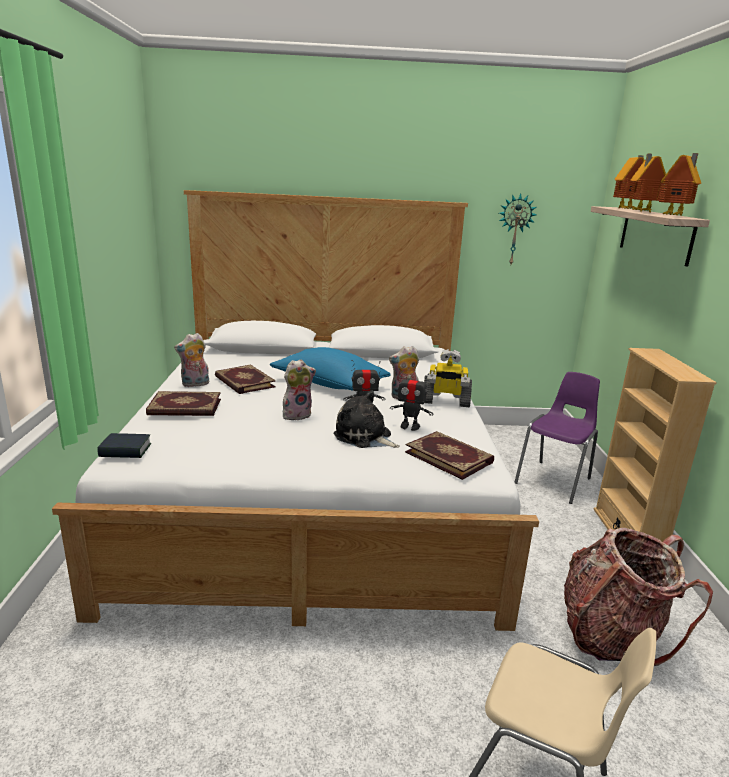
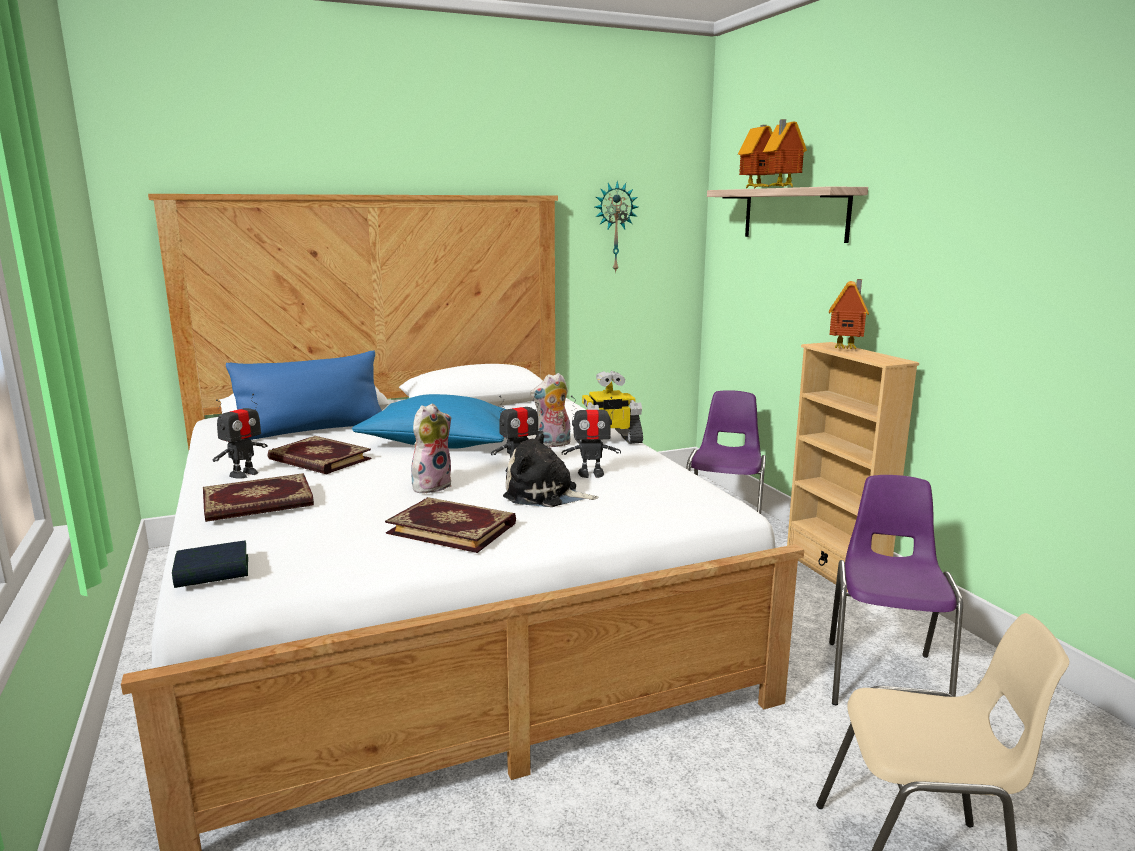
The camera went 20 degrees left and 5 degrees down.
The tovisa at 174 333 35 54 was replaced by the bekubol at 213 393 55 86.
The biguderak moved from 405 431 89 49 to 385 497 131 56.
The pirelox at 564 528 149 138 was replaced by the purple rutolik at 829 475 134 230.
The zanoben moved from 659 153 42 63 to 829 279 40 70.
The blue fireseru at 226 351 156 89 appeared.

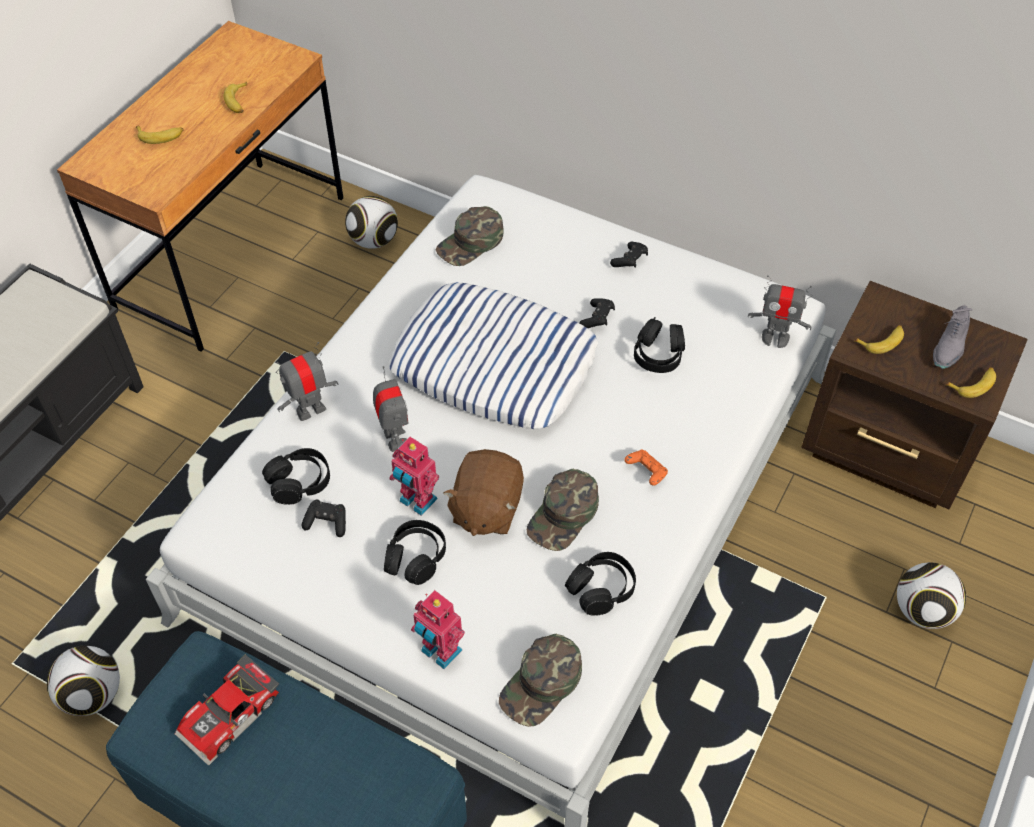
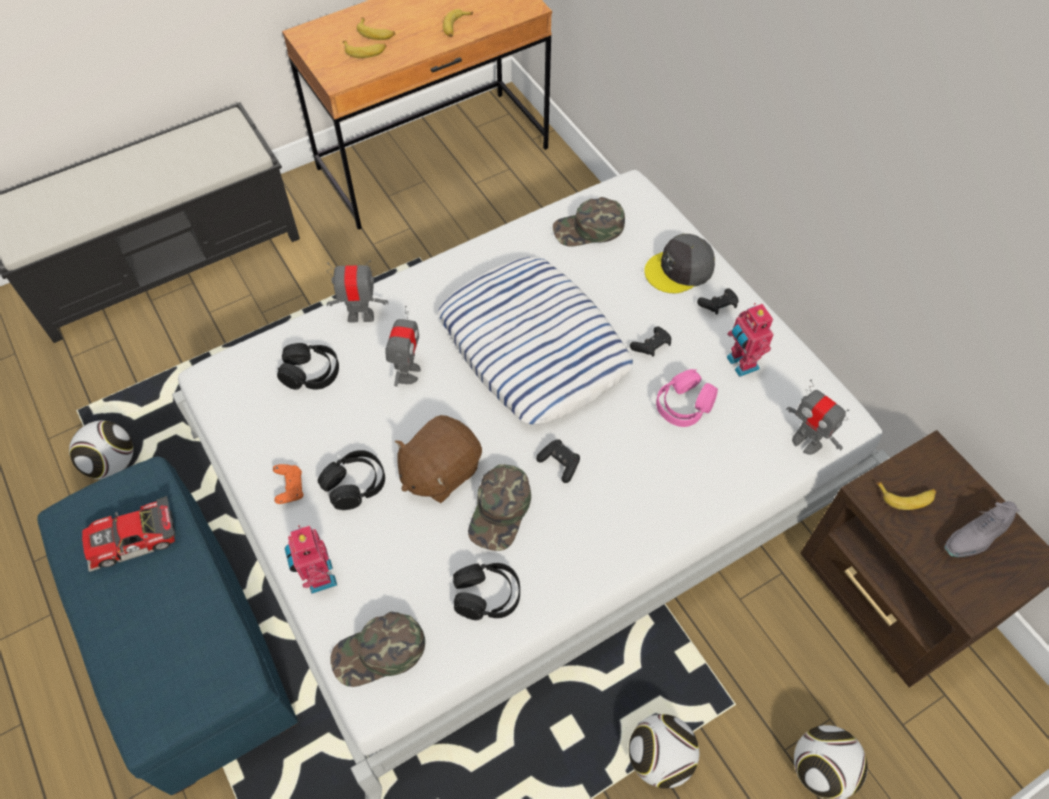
The camera went 30 degrees right and 5 degrees up.
The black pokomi moved from 302 500 44 37 to 536 440 44 43.
The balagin moved from 345 196 53 53 to 629 714 70 75.
The bekubol moved from 390 437 49 79 to 727 303 47 74.
The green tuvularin at 527 469 72 82 turned 45 degrees counterclockwise.
The orange pokomi moved from 624 450 44 36 to 273 464 30 40.
The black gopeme at 634 317 51 56 became the pink gopeme at 656 369 62 58.
The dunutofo moved from 946 368 50 30 to 343 40 44 18.
The grey tuvularin at 644 234 71 59 appeared.

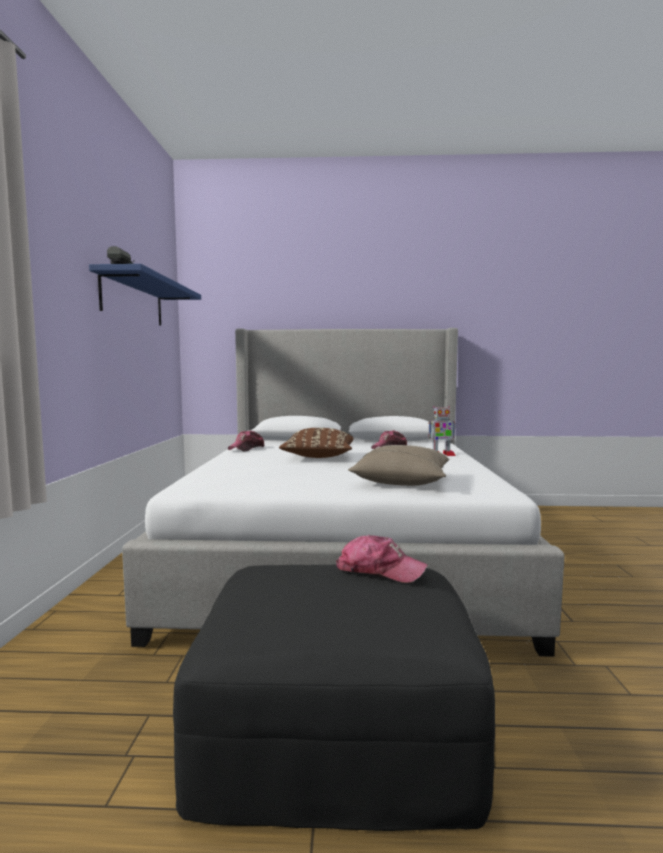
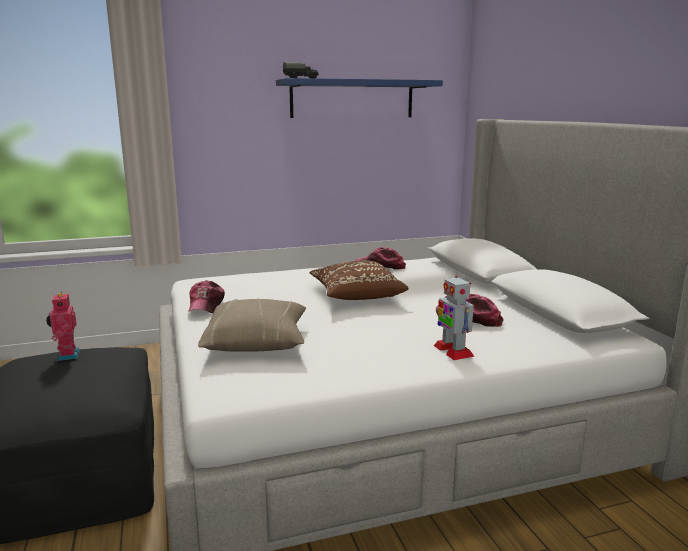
The camera went 70 degrees right and 10 degrees up.
The tuvularin moved from 336 535 92 48 to 188 280 37 33.
The bekubol at 46 292 34 69 appeared.

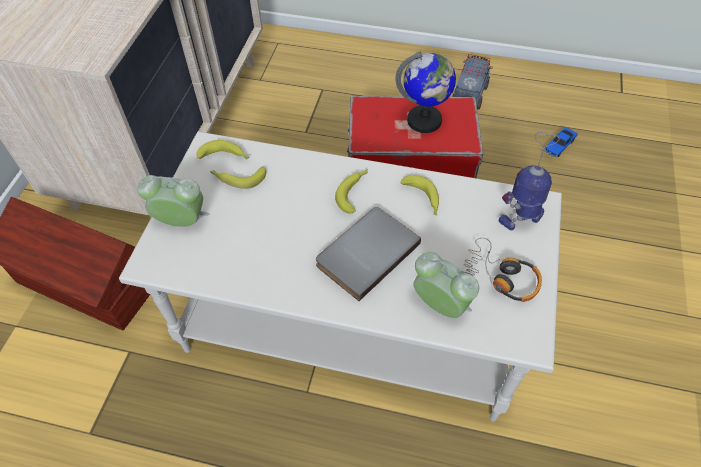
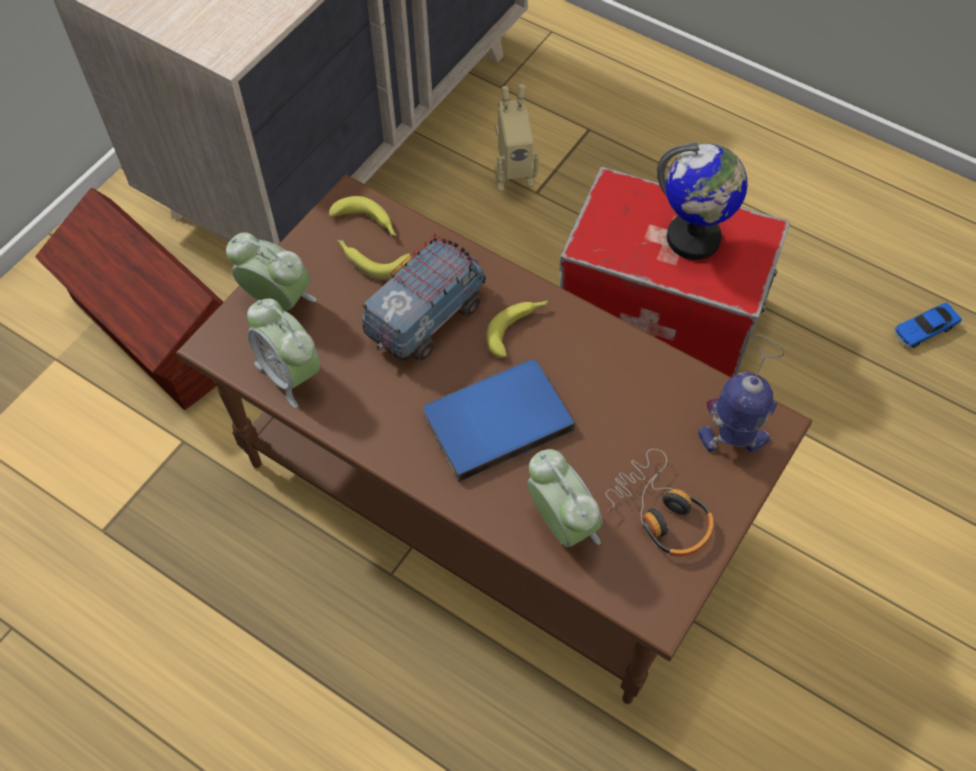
The camera went 20 degrees right and 5 degrees up.
The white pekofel at 119 132 443 289 became the brown pekofel at 176 174 636 530.
The grey biguderak at 316 207 105 94 became the blue biguderak at 423 360 152 122.
The dunutofo at 401 175 38 40 disappeared.
The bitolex moved from 452 54 41 56 to 362 233 124 128.
The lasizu at 247 298 73 110 appeared.
The bekubol at 495 84 44 107 appeared.

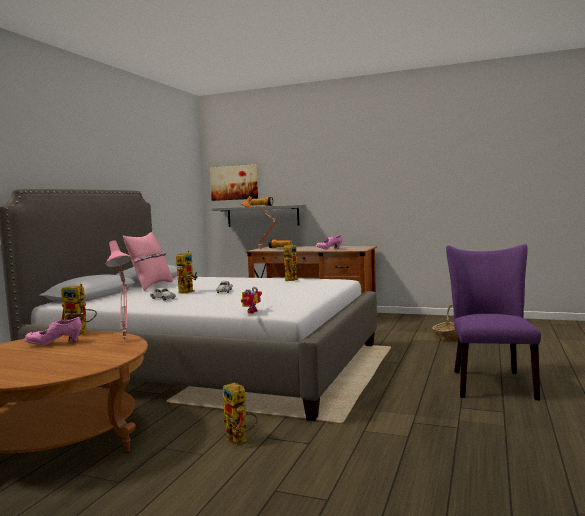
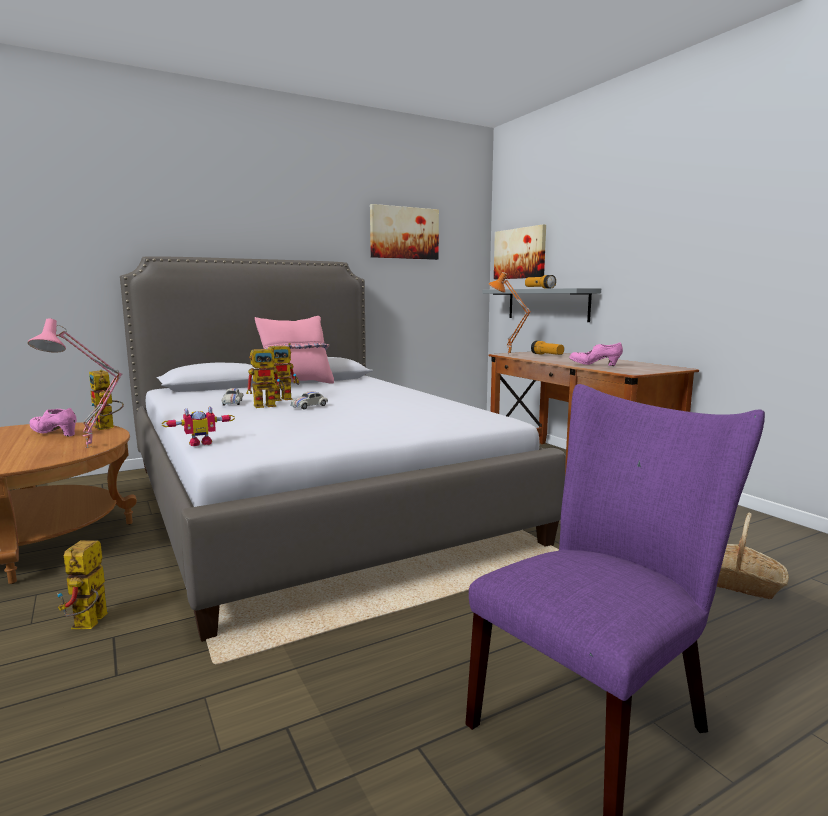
The camera went 40 degrees right and 5 degrees up.
The bekubol moved from 284 243 17 38 to 246 346 39 62.
The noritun at 370 204 69 56 appeared.

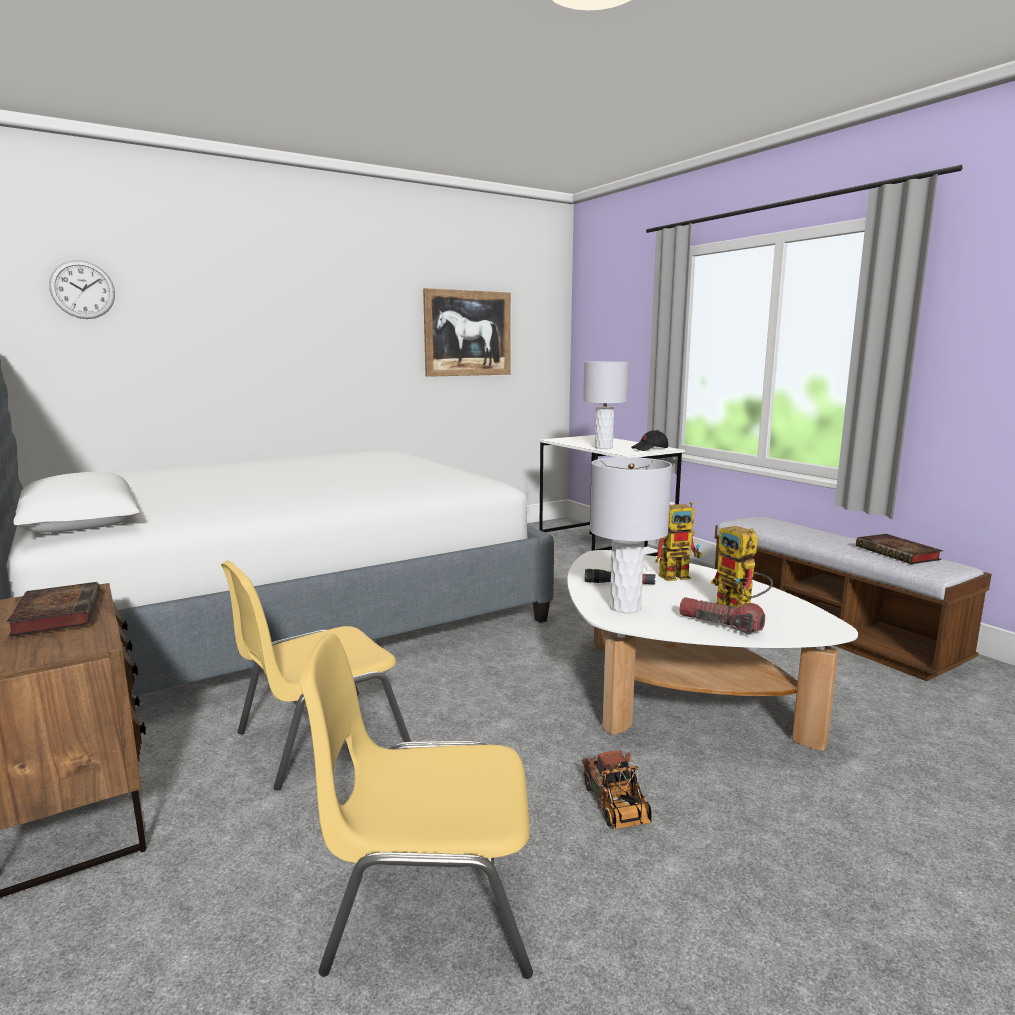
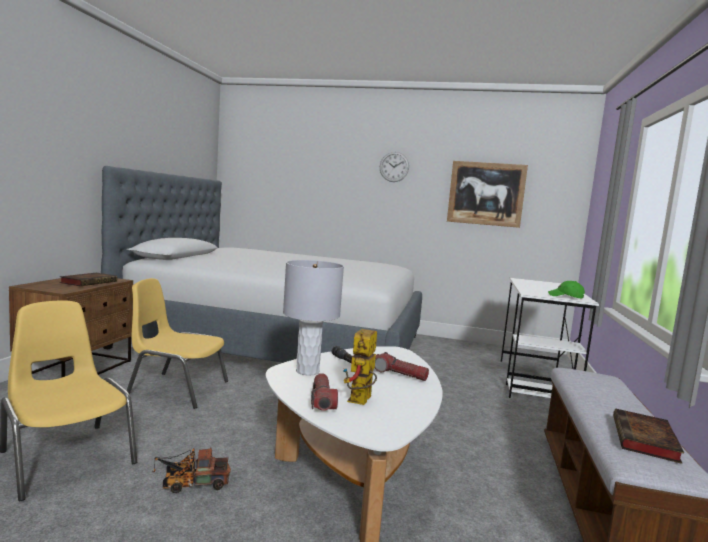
The camera went 45 degrees right and 5 degrees down.
The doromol moved from 49 260 66 59 to 380 152 29 30.
The bitolex at 582 751 70 78 turned 45 degrees clockwise.
The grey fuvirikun at 583 361 46 88 disappeared.
The black tuvularin at 631 430 37 21 became the green tuvularin at 548 281 37 18.
The bekubol at 655 501 47 80 was replaced by the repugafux at 375 352 54 29.

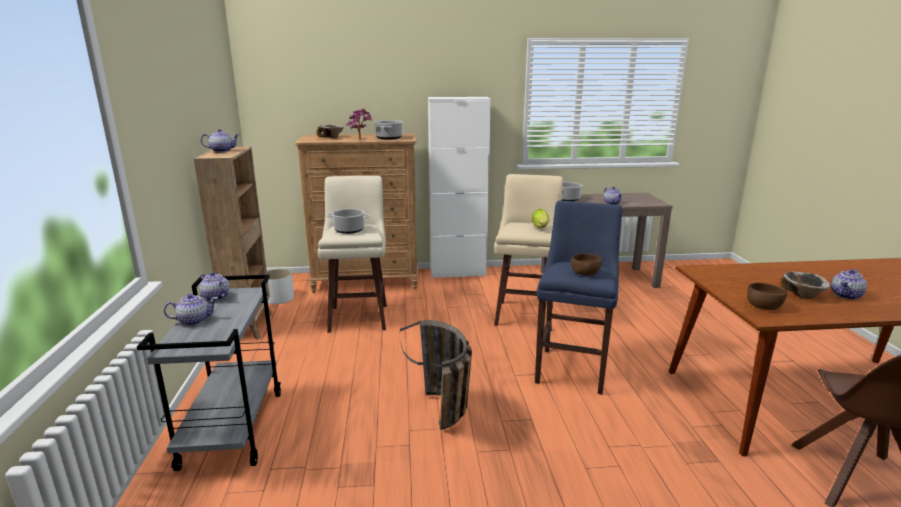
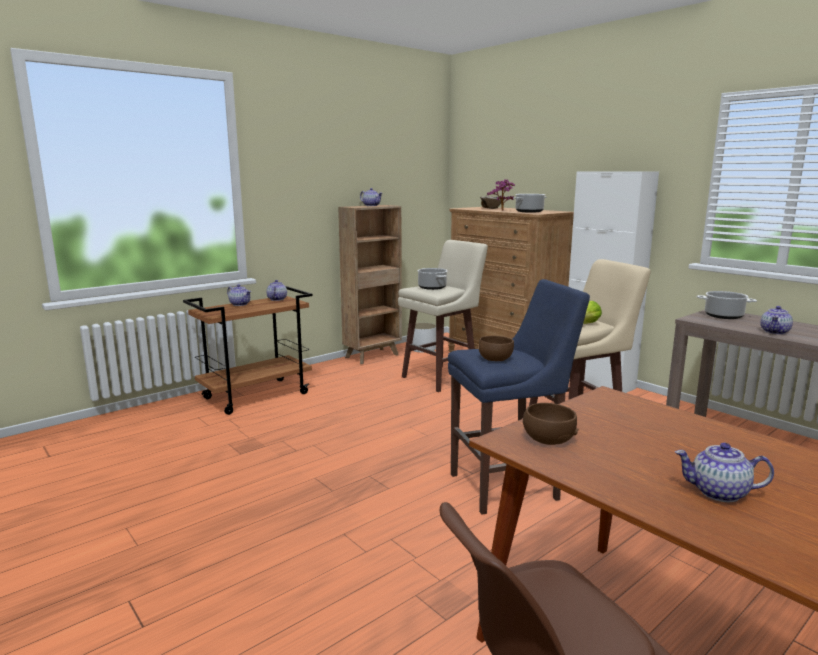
The camera went 55 degrees right and 5 degrees down.
The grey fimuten at 137 275 144 196 became the brown fimuten at 183 286 130 129.
The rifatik at 400 320 72 110 disappeared.
The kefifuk at 781 271 49 28 disappeared.

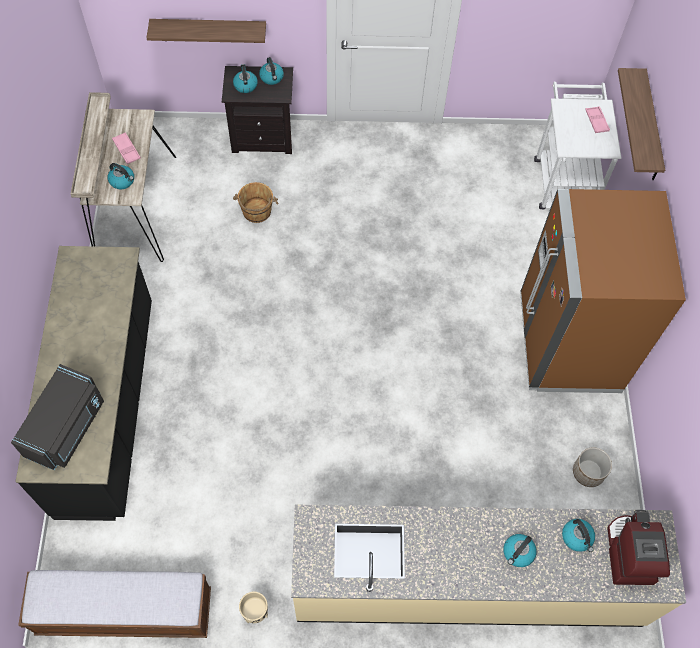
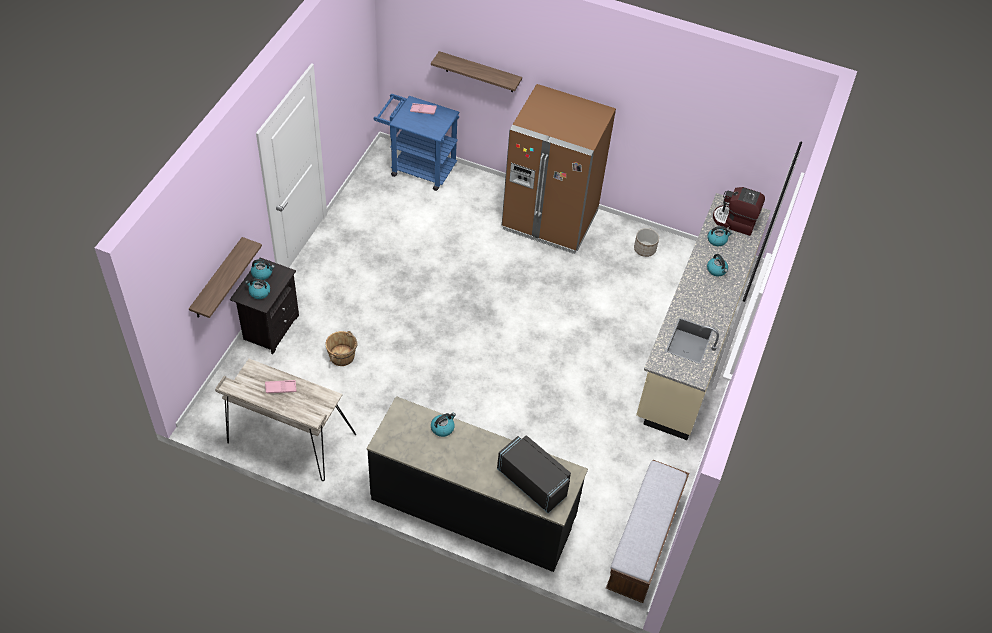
The camera went 70 degrees left and 10 degrees down.
The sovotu moved from 108 163 26 27 to 431 413 25 24.
The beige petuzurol at 239 591 29 32 disappeared.
The white fimuten at 534 82 87 128 became the blue fimuten at 373 94 86 97.

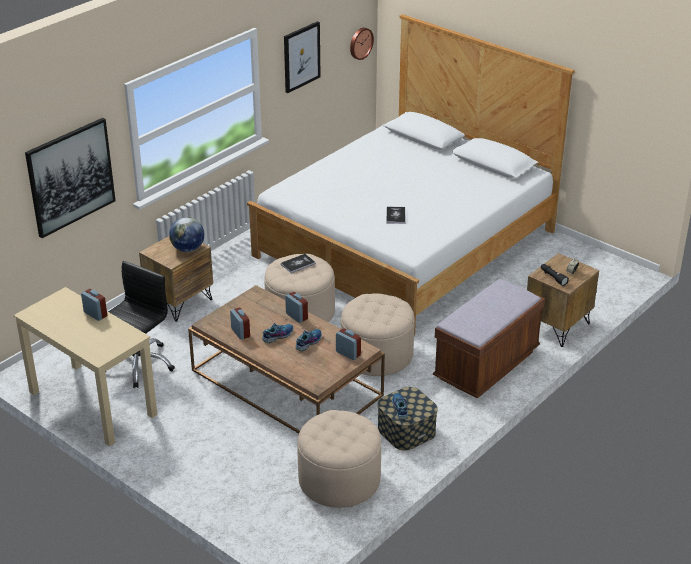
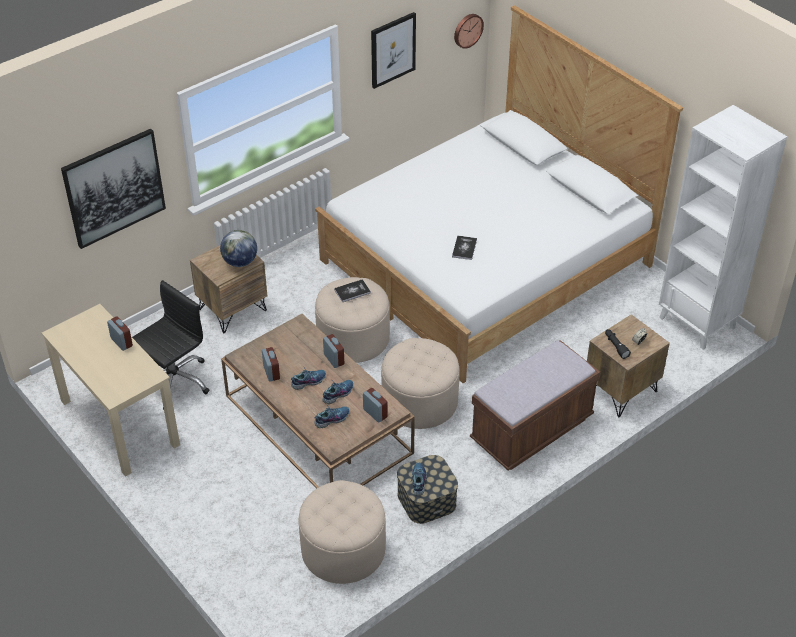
The camera went 10 degrees right and 10 degrees up.
The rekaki at 314 405 35 23 appeared.
The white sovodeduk at 659 105 128 245 appeared.

